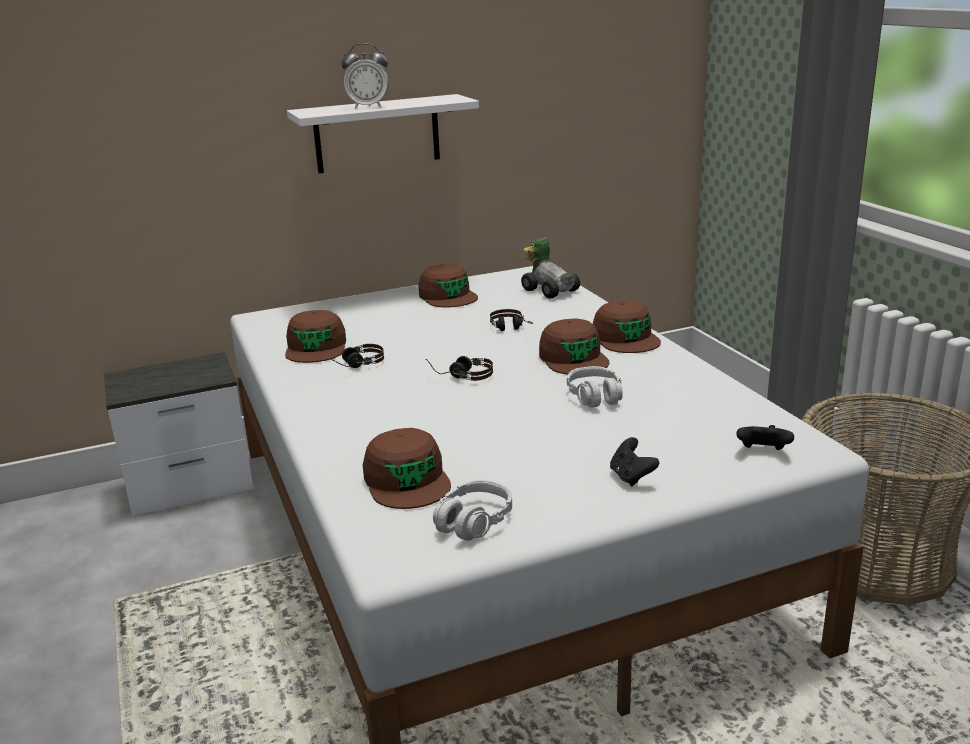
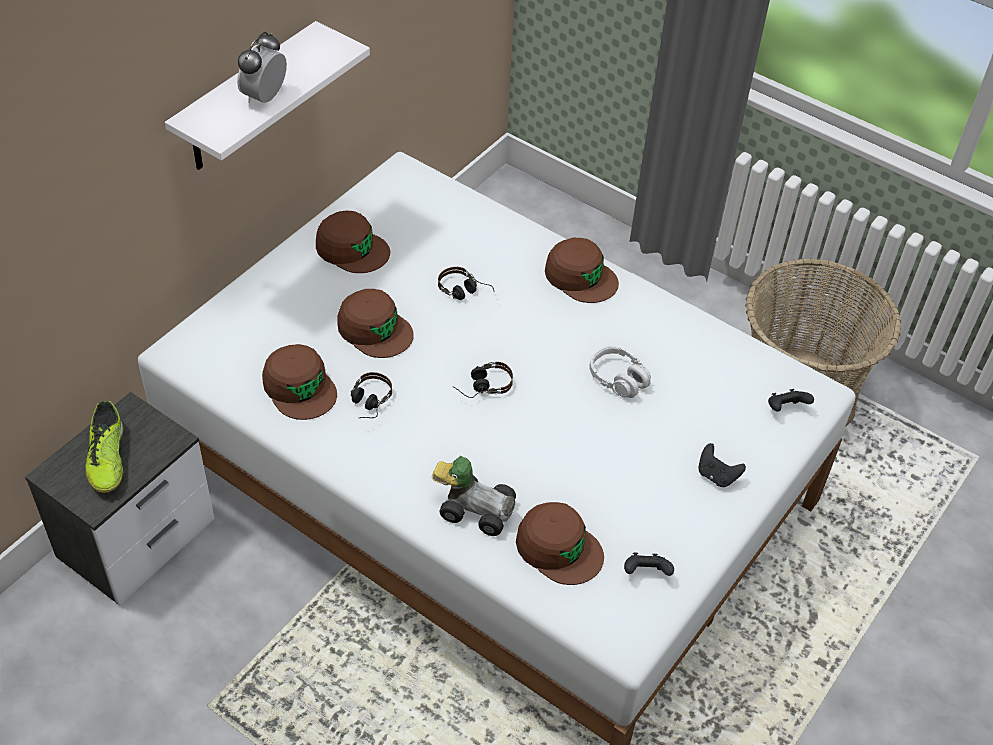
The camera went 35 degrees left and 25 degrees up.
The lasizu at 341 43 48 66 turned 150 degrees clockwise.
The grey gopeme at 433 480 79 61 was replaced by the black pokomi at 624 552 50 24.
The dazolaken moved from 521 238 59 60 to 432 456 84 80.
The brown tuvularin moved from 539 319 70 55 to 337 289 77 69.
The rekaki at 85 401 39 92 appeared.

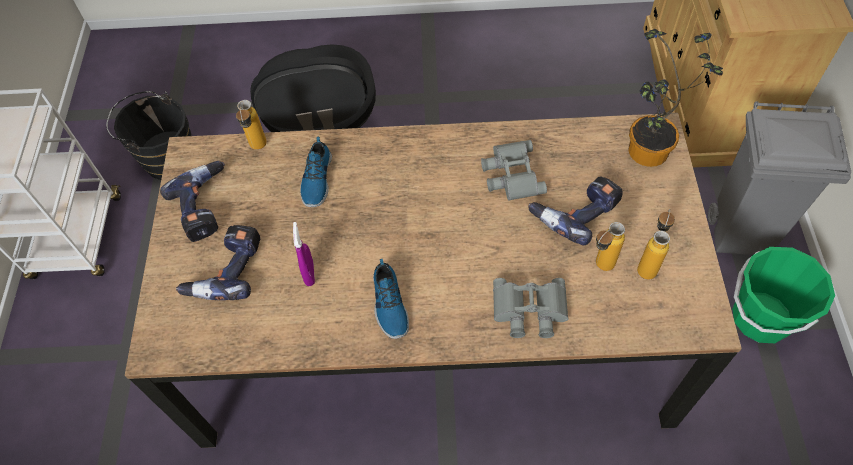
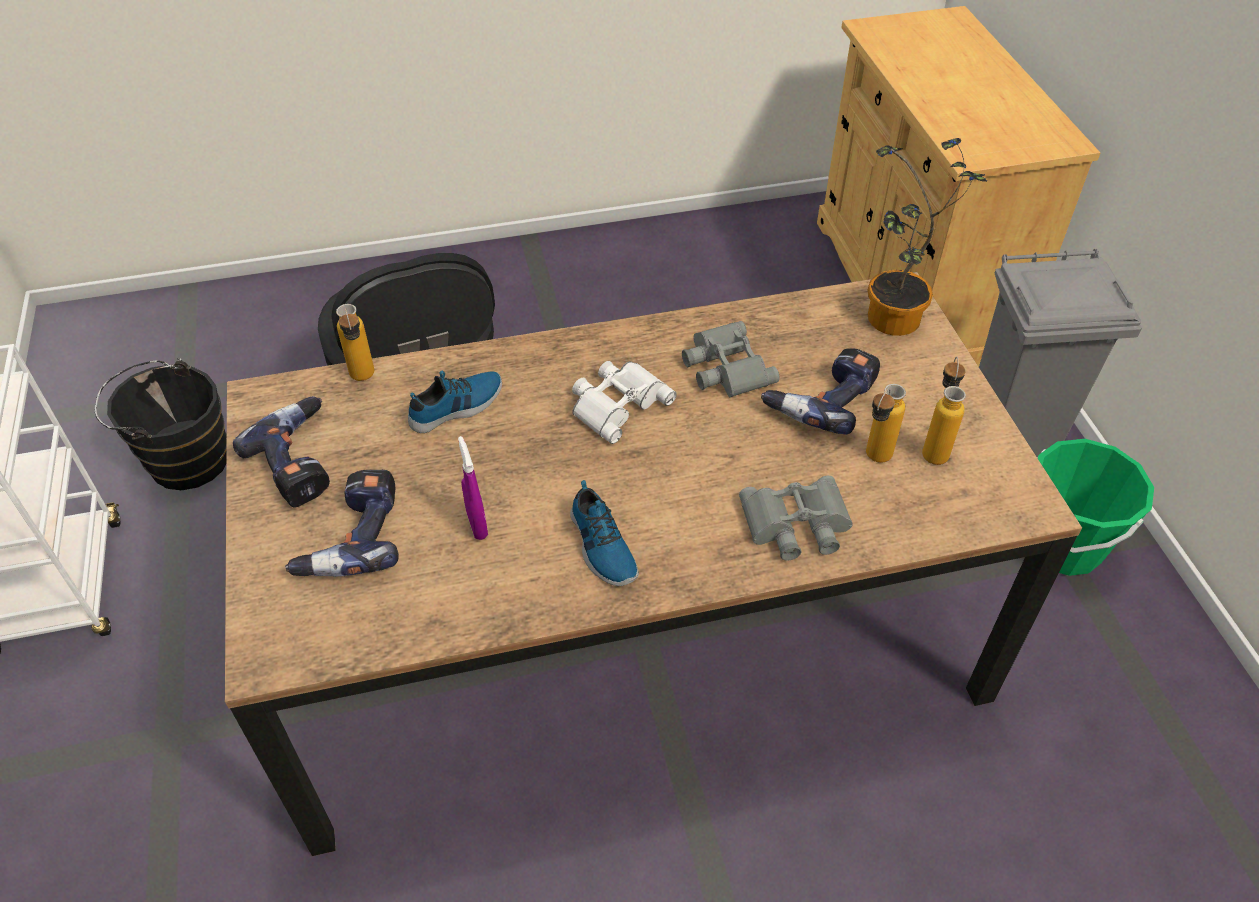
The camera went 15 degrees left and 10 degrees down.
The rekaki at 300 137 32 70 turned 120 degrees counterclockwise.
The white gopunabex at 572 361 105 83 appeared.

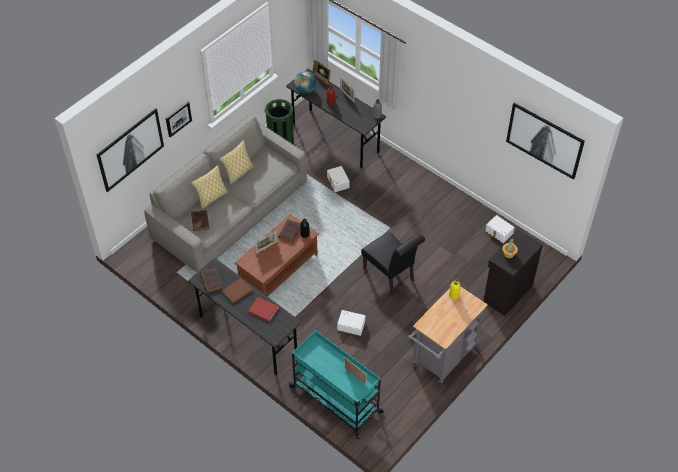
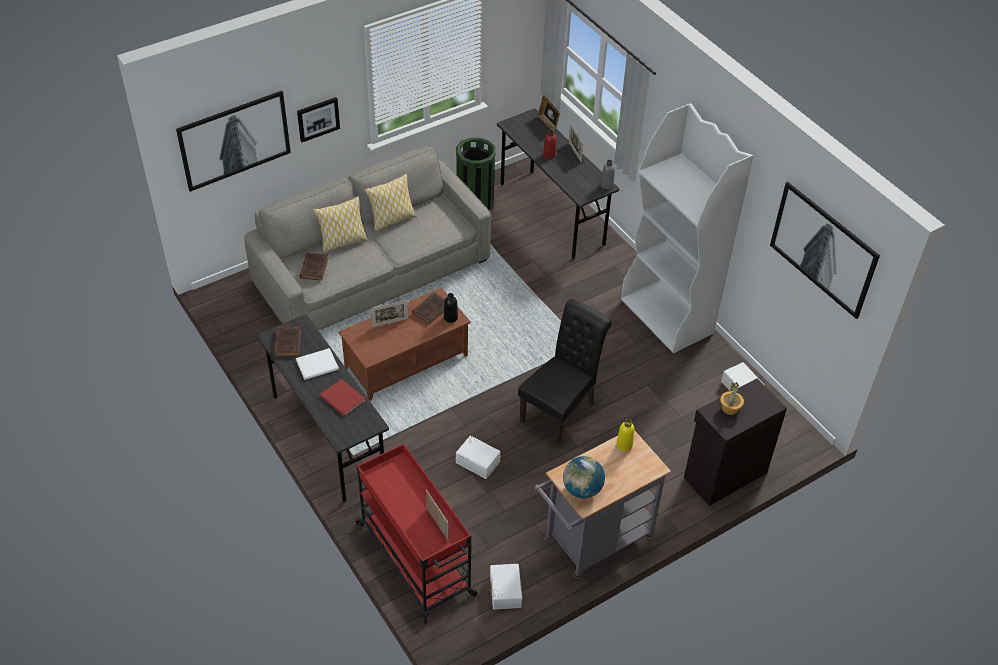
The camera went 15 degrees right and 5 degrees down.
The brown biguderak at 222 278 31 26 became the white biguderak at 296 348 43 32.
The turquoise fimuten at 288 330 96 109 became the red fimuten at 354 443 124 180.
The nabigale moved from 294 71 22 23 to 563 456 42 42.
The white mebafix moved from 327 166 23 26 to 489 564 33 46.
The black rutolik at 361 231 64 64 turned 120 degrees counterclockwise.
The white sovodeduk at 621 103 132 250 appeared.

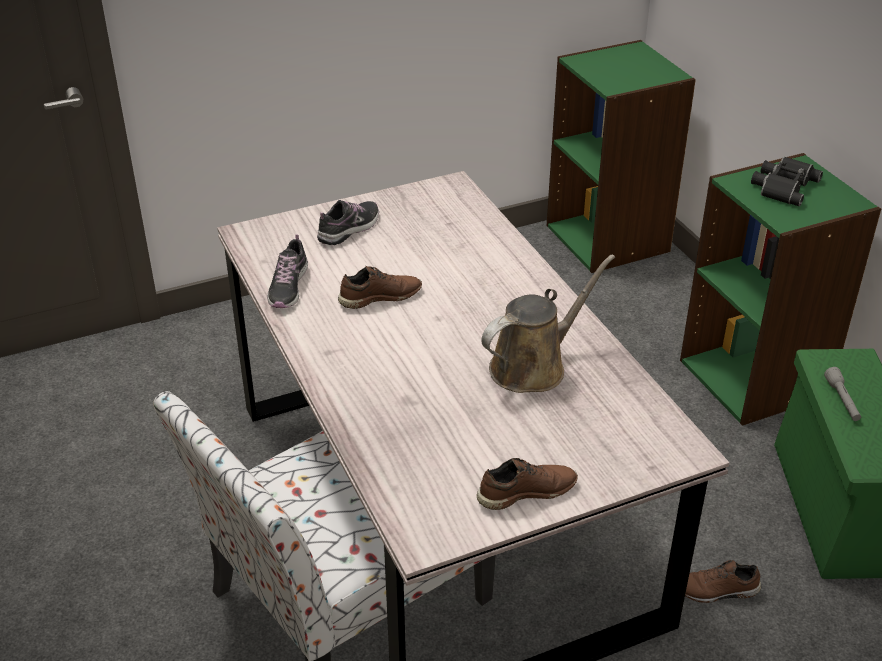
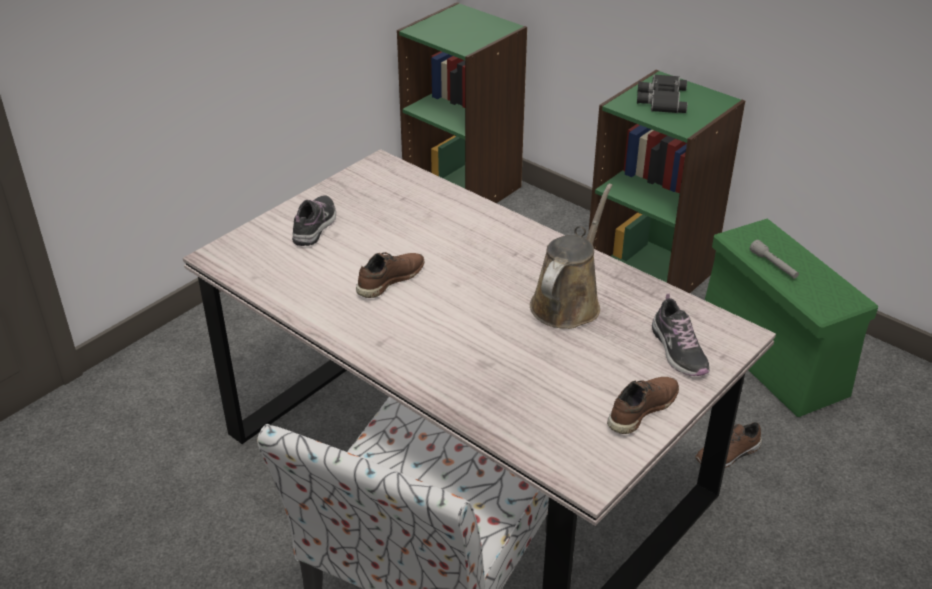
The camera went 25 degrees left and 0 degrees up.
The rekaki moved from 267 234 41 74 to 652 294 58 82.

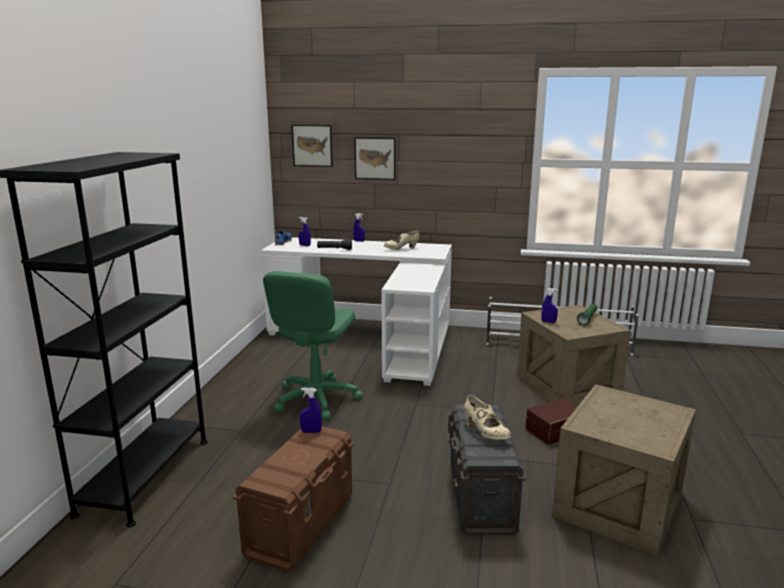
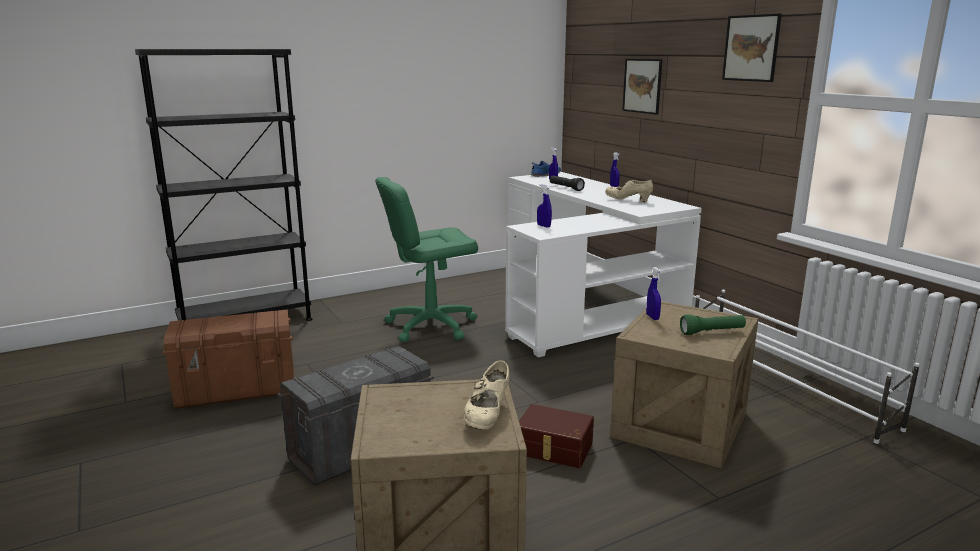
The camera went 50 degrees right and 0 degrees up.
The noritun moved from 291 125 42 42 to 722 13 60 69.
The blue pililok moved from 300 388 22 45 to 537 184 15 44.
The beige rekaki moved from 464 395 47 45 to 464 360 45 70.

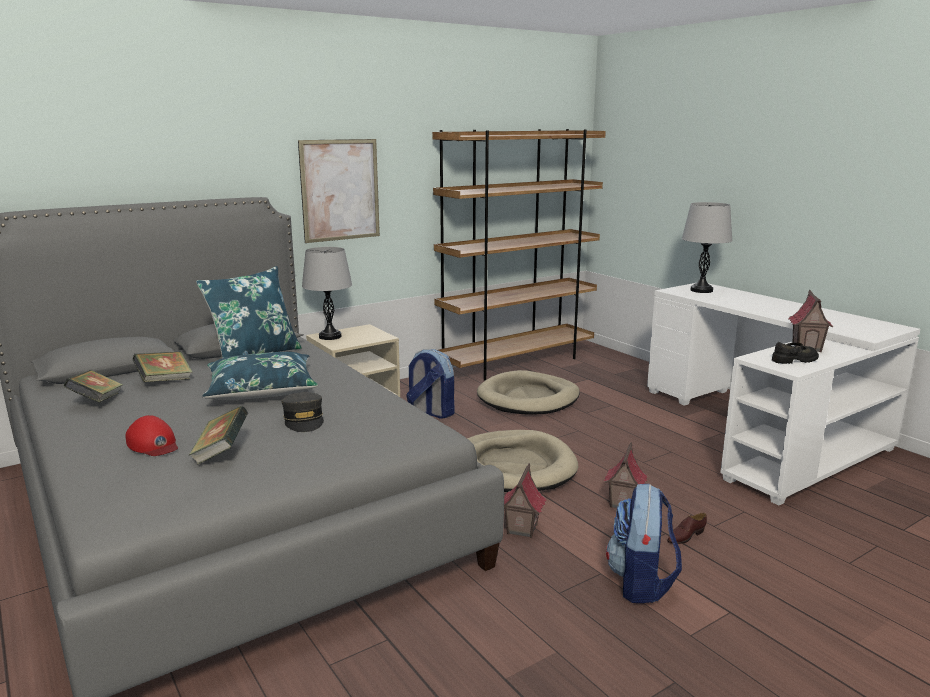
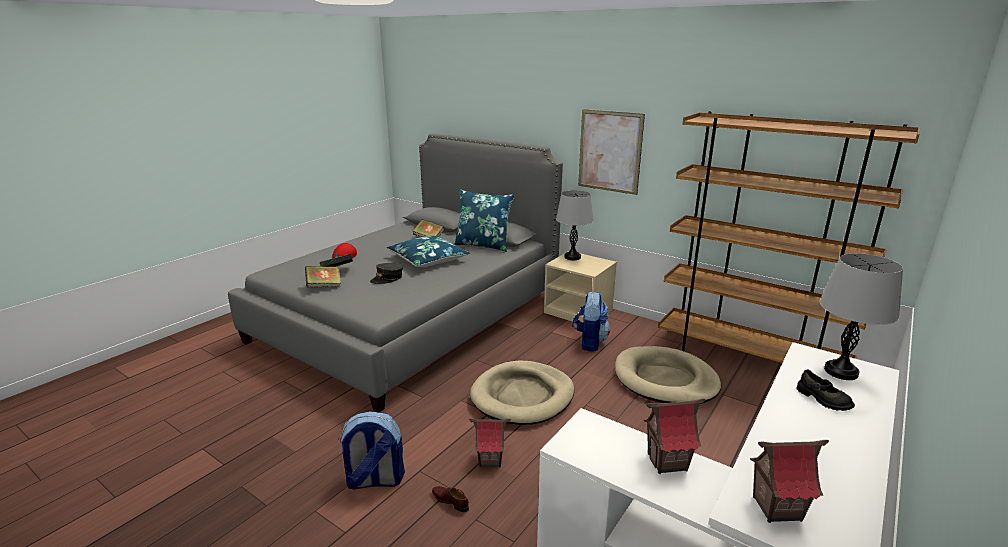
The camera went 70 degrees right and 5 degrees up.
The biguderak moved from 63 370 60 33 to 305 266 36 21.
The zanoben moved from 504 463 42 75 to 750 440 79 83.
The black rekaki moved from 772 342 47 22 to 797 369 58 42.

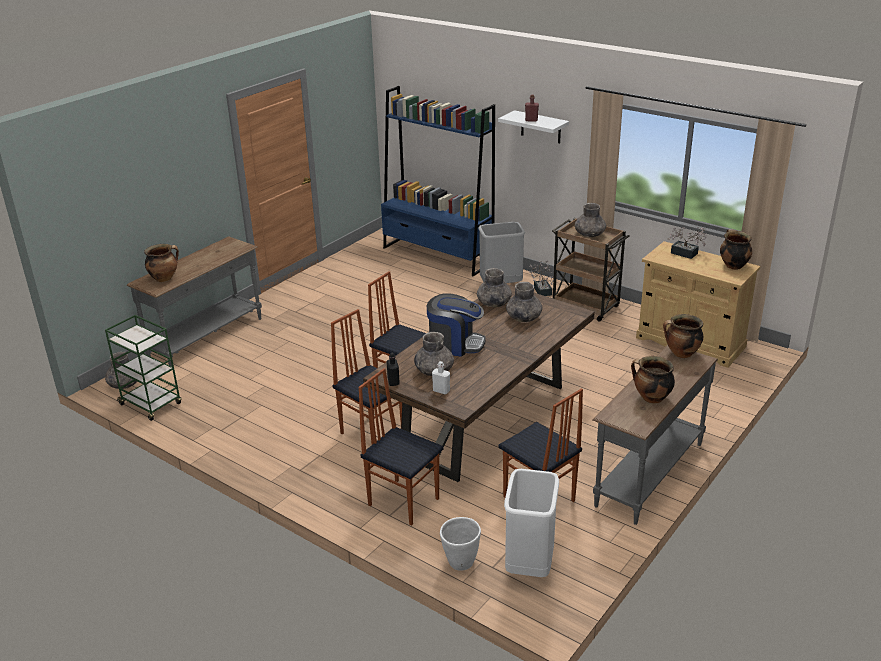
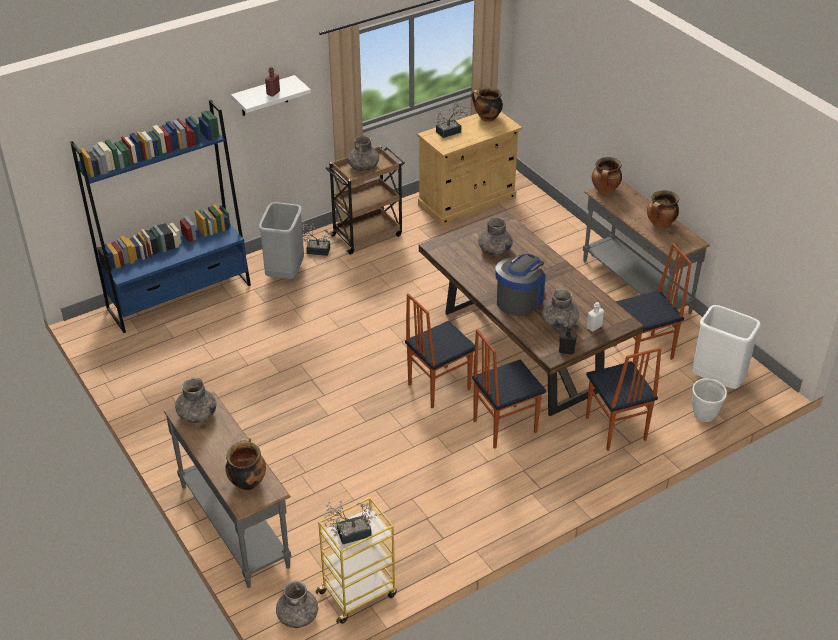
The camera went 70 degrees left and 10 degrees up.
The green fimuten at 105 315 77 106 became the yellow fimuten at 316 497 81 127.
The rutolik at 359 368 85 157 turned 75 degrees counterclockwise.
The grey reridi moved from 477 268 35 39 to 175 378 41 45.
The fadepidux at 324 500 53 44 appeared.

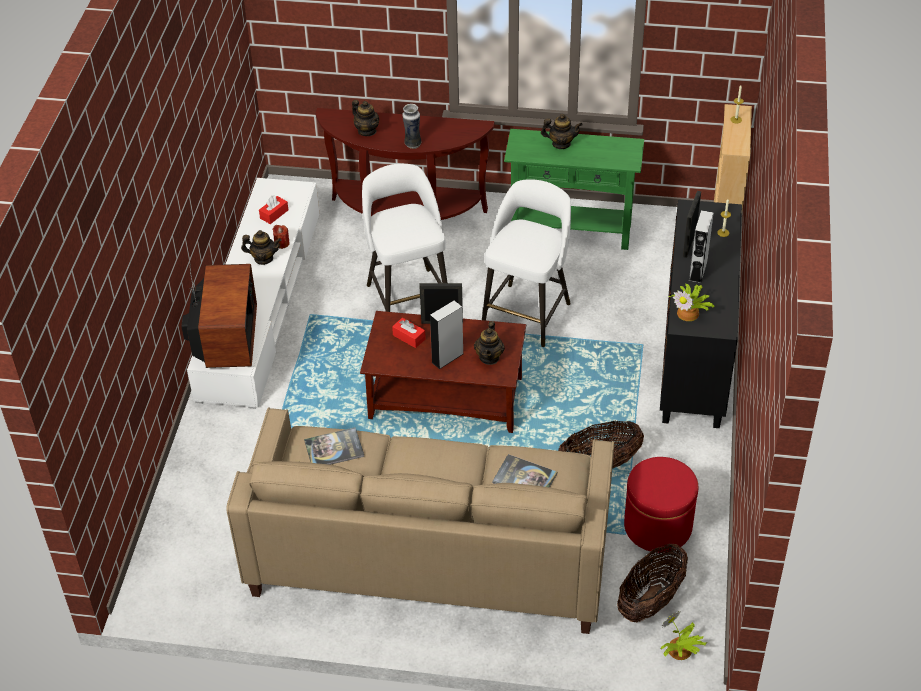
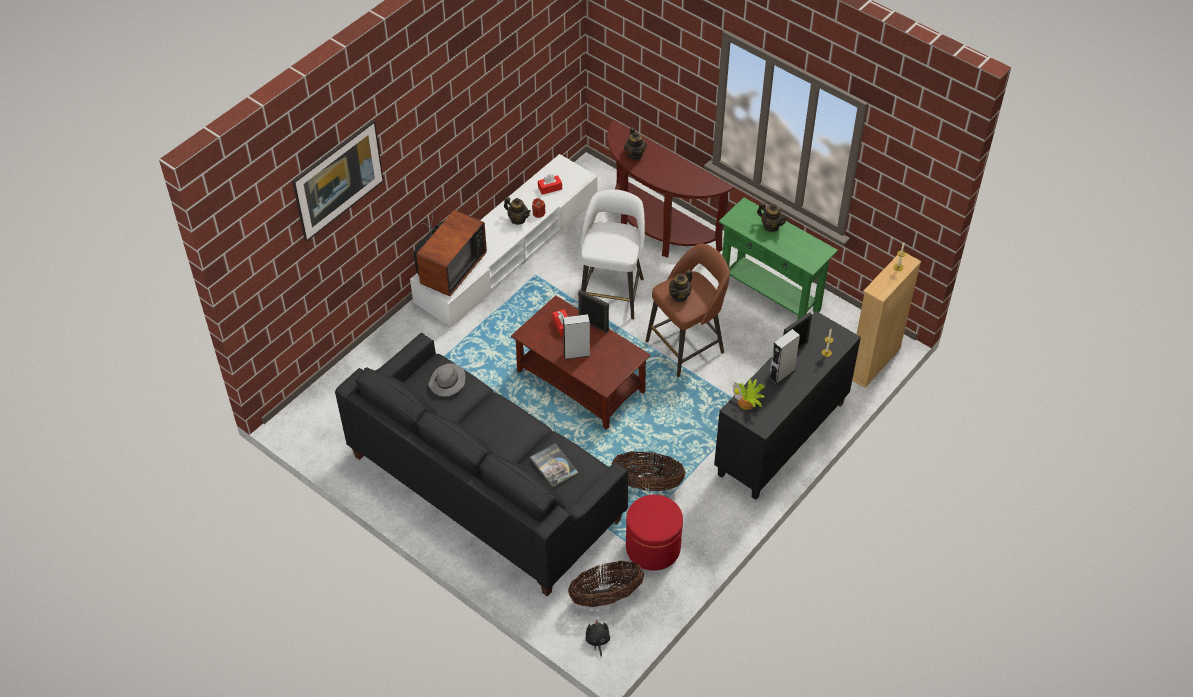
The camera went 30 degrees right and 5 degrees up.
The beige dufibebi at 226 407 388 227 became the black dufibebi at 335 333 293 263.
The biguderak at 304 427 60 38 was replaced by the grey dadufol at 428 363 37 33.
The reridi at 402 104 19 45 disappeared.
The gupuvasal moved from 474 321 31 44 to 669 270 23 32.
The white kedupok at 482 179 89 168 became the brown kedupok at 646 243 84 134.
The fadepidux at 661 611 45 49 was replaced by the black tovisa at 585 620 25 37.
The noritun at 292 120 92 122 appeared.

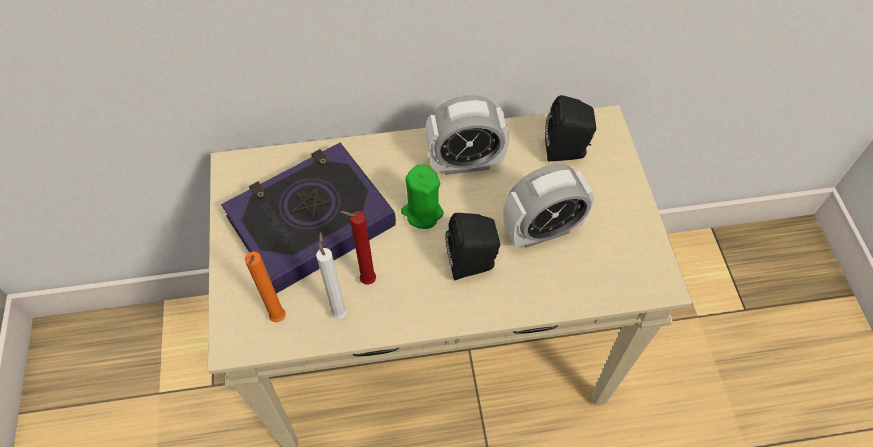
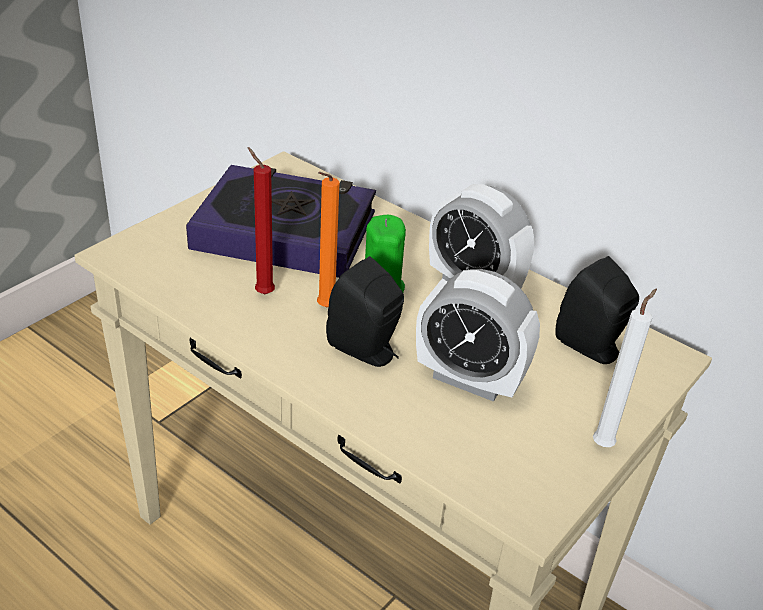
The camera went 45 degrees right and 20 degrees down.
The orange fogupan moved from 245 251 41 72 to 317 172 23 135.
The white fogupan moved from 316 232 31 87 to 593 288 64 159.

